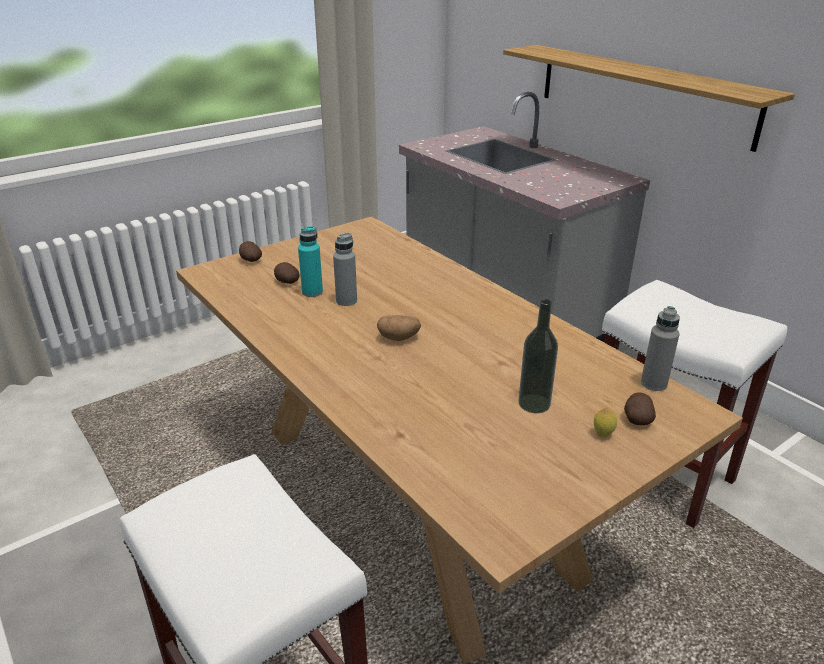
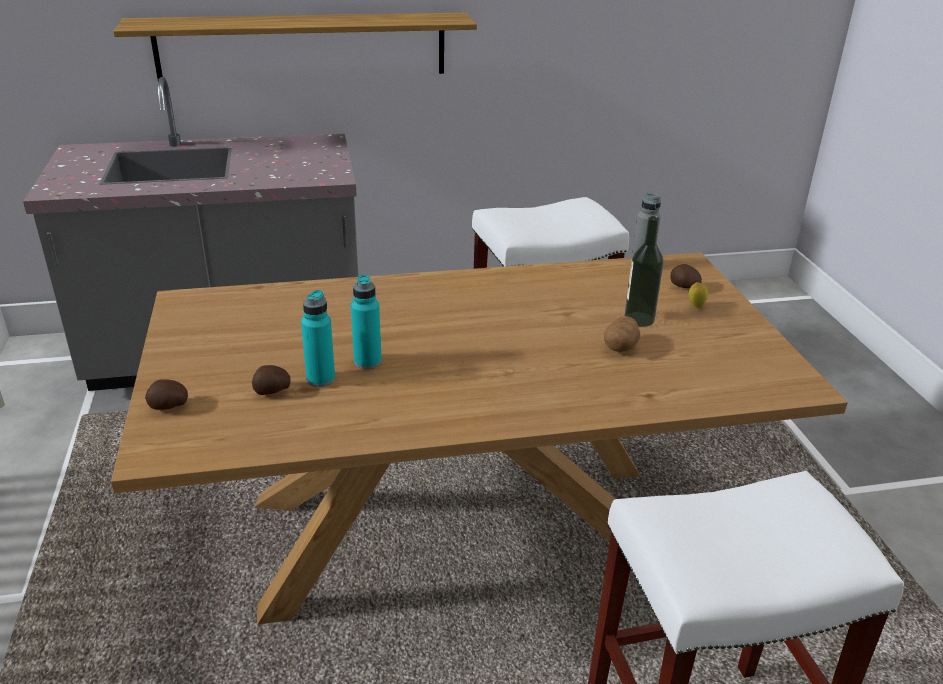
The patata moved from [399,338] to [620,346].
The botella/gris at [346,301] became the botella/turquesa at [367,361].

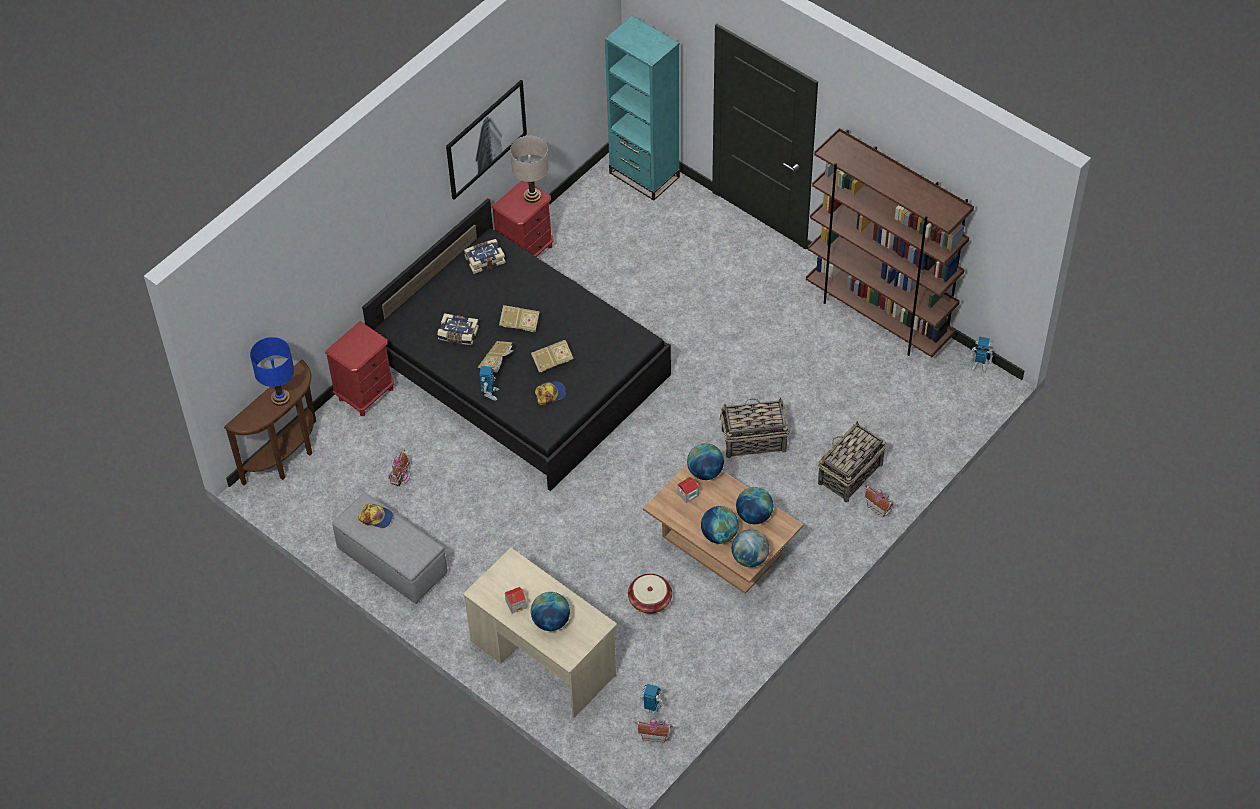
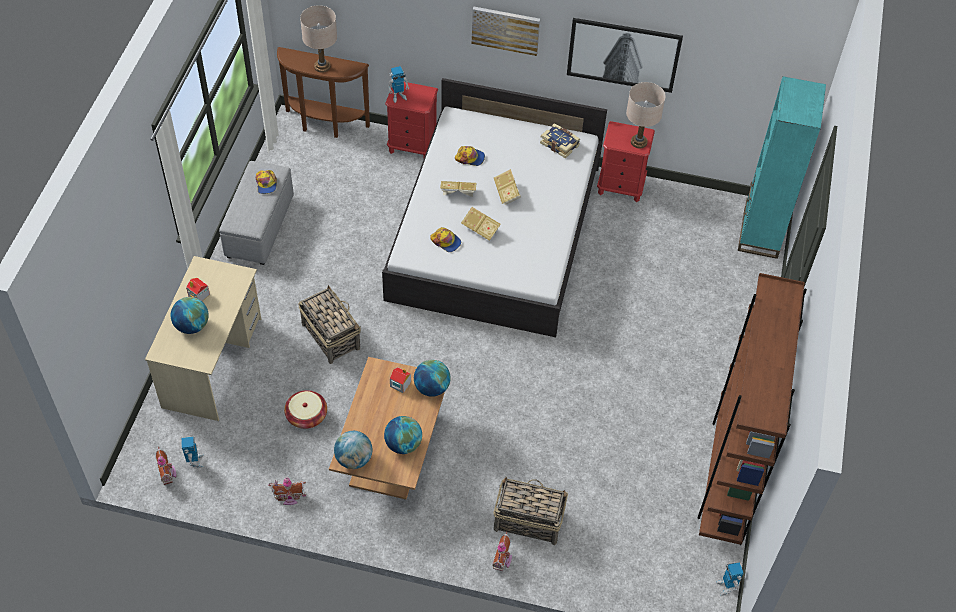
The globo terráqueo at [719,535] disappeared.
The cuadro at [505,29] appeared.
The casita moved from [401,477] to [289,498].
The robot de juguete moved from [490,393] to [398,96].
The cesta moved from [753,440] to [330,335].
The libro at [458,335] was replaced by the gorra at [470,158].
The lámpara de mesa/azul at [280,398] became the lámpara de mesa/beis at [322,67].
The cama/negro at [520,370] became the cama/blanco at [495,232].

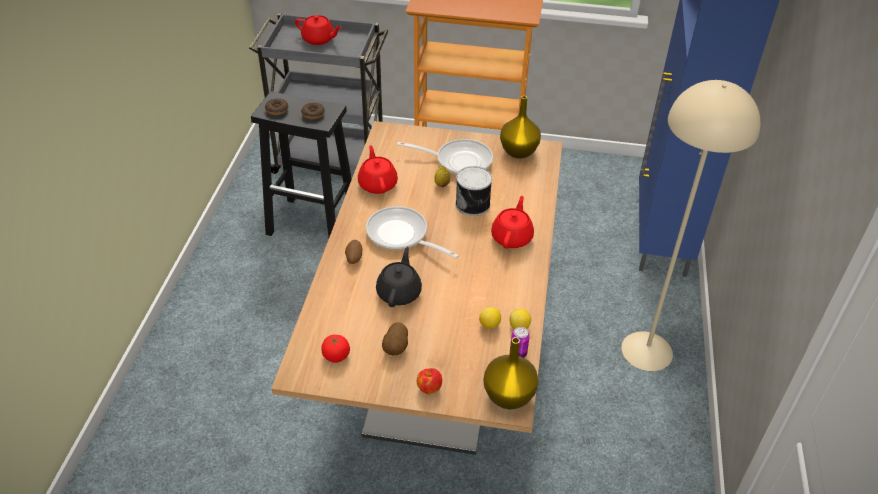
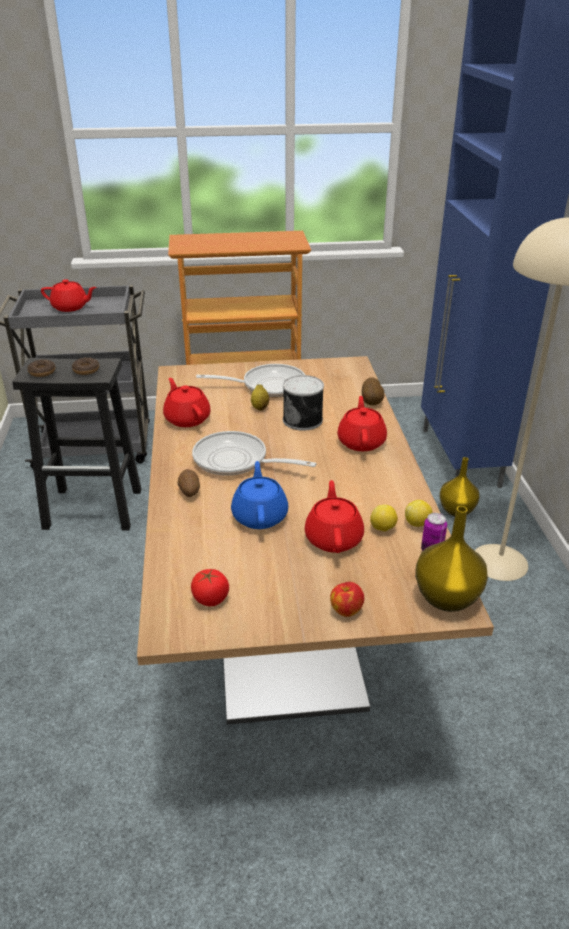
The tetera/rojo at [334,538] appeared.
The patata moved from [396,348] to [372,402].
The florero/amarillo moved from [517,152] to [456,511].
The tetera/negro at [399,292] became the tetera/azul at [260,516].

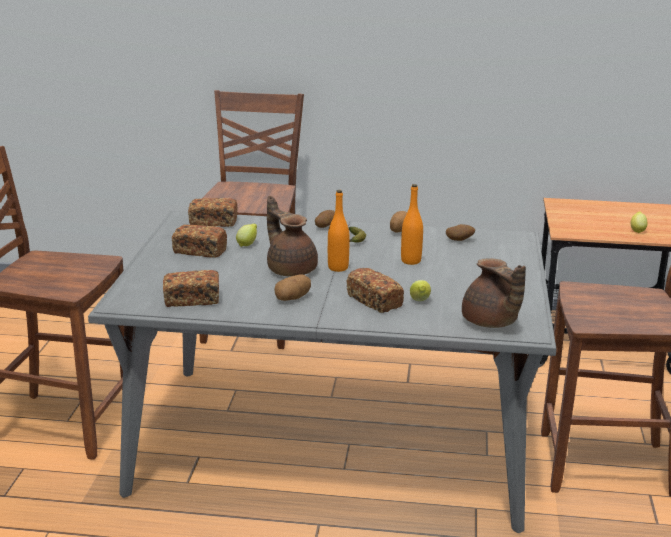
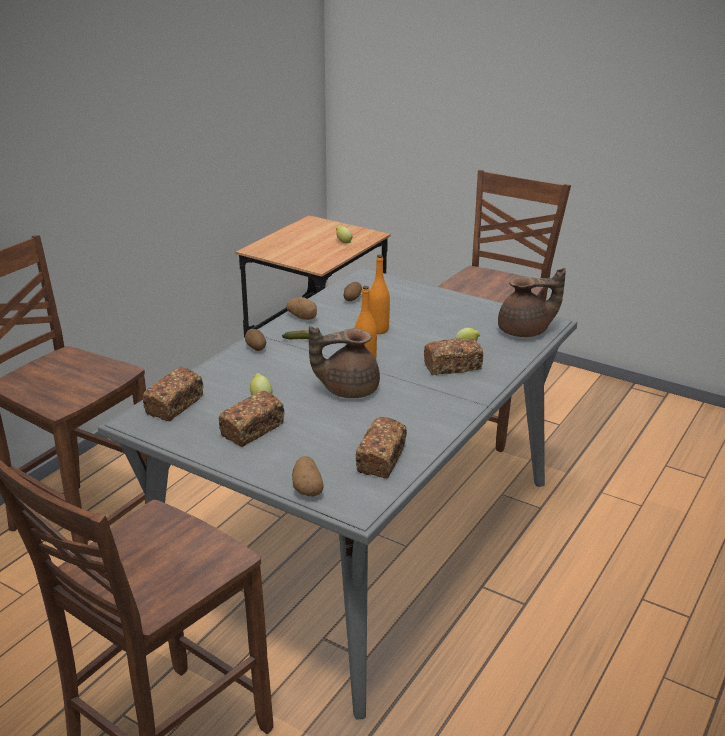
The patata moved from [292,298] to [307,488].

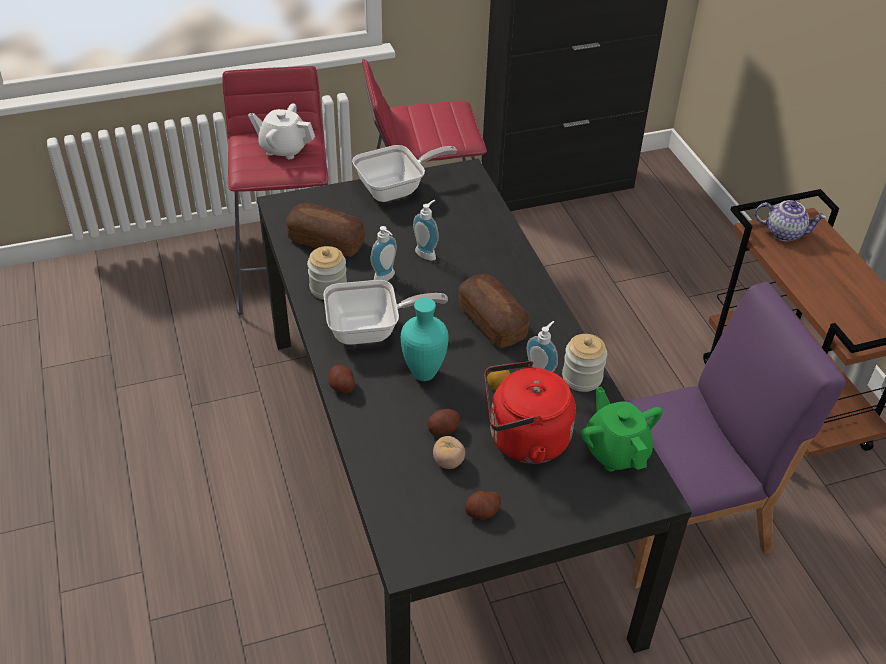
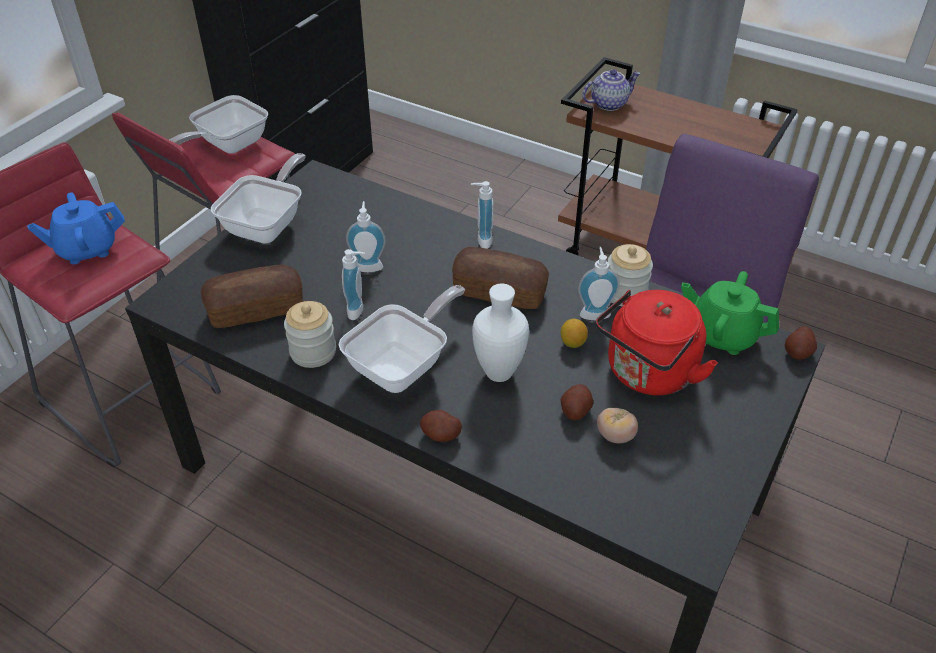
The sartén at [227,146] appeared.
The dispensador de jabón at [481,240] appeared.
The patata moved from [482,512] to [798,352].
The tetera/blanco at [284,149] became the tetera/azul at [87,249].
The florero/turquesa at [422,374] became the florero/blanco at [498,375].

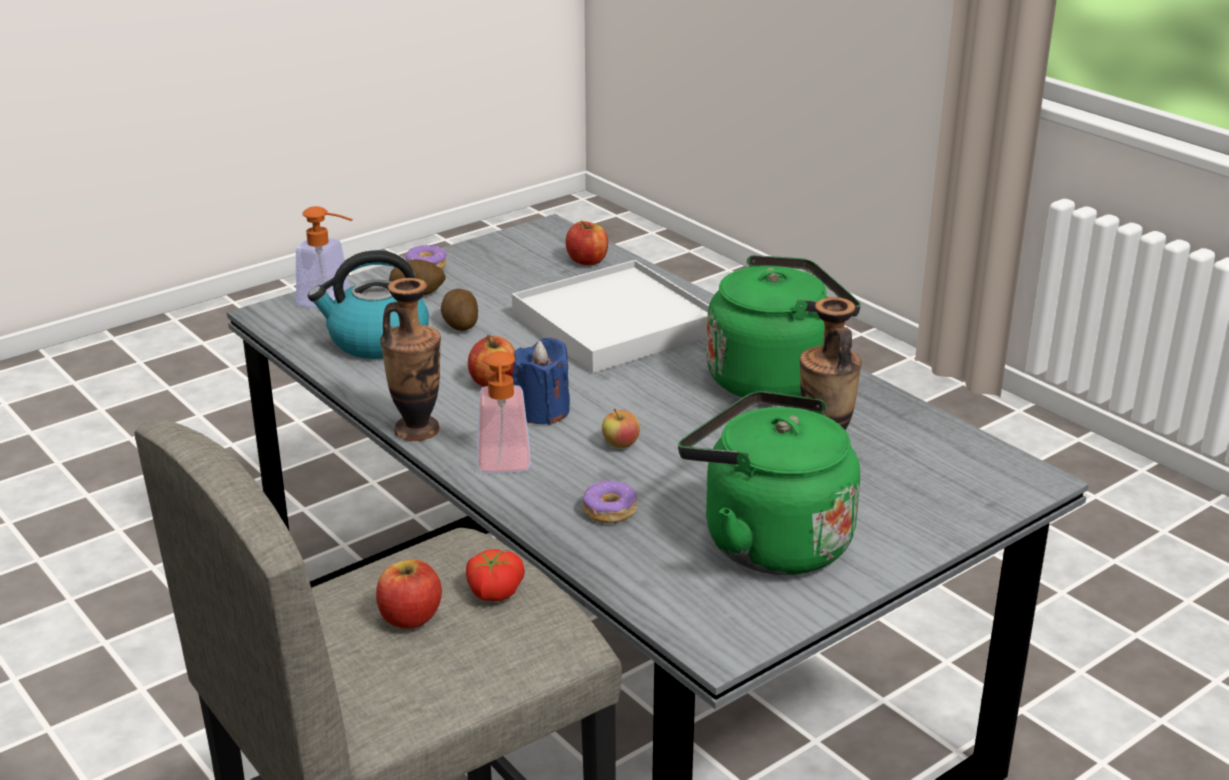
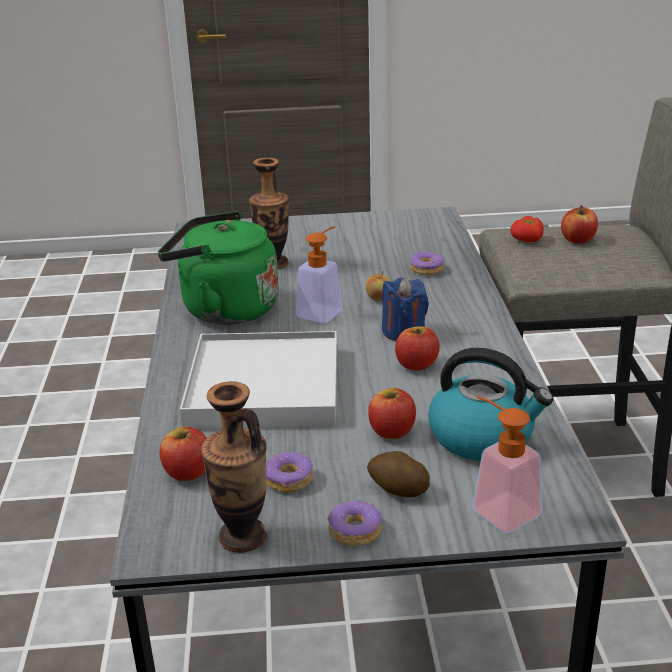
The hervidor/verde at [767,541] disappeared.
The rosquilla at [289,480] appeared.
The florero moved from [417,430] to [242,537].
The dispensador de jabón moved from [504,467] to [323,310].
The patata at [460,324] was replaced by the manzana at [392,431].

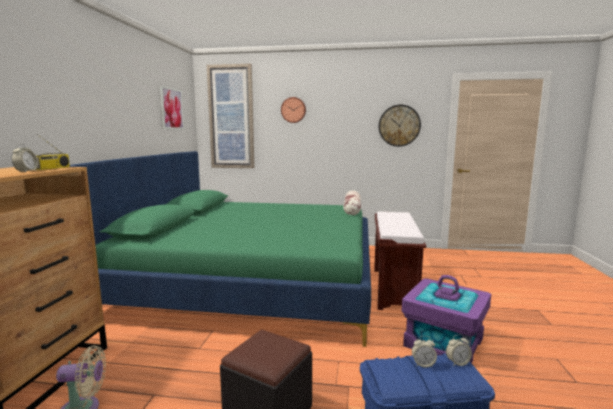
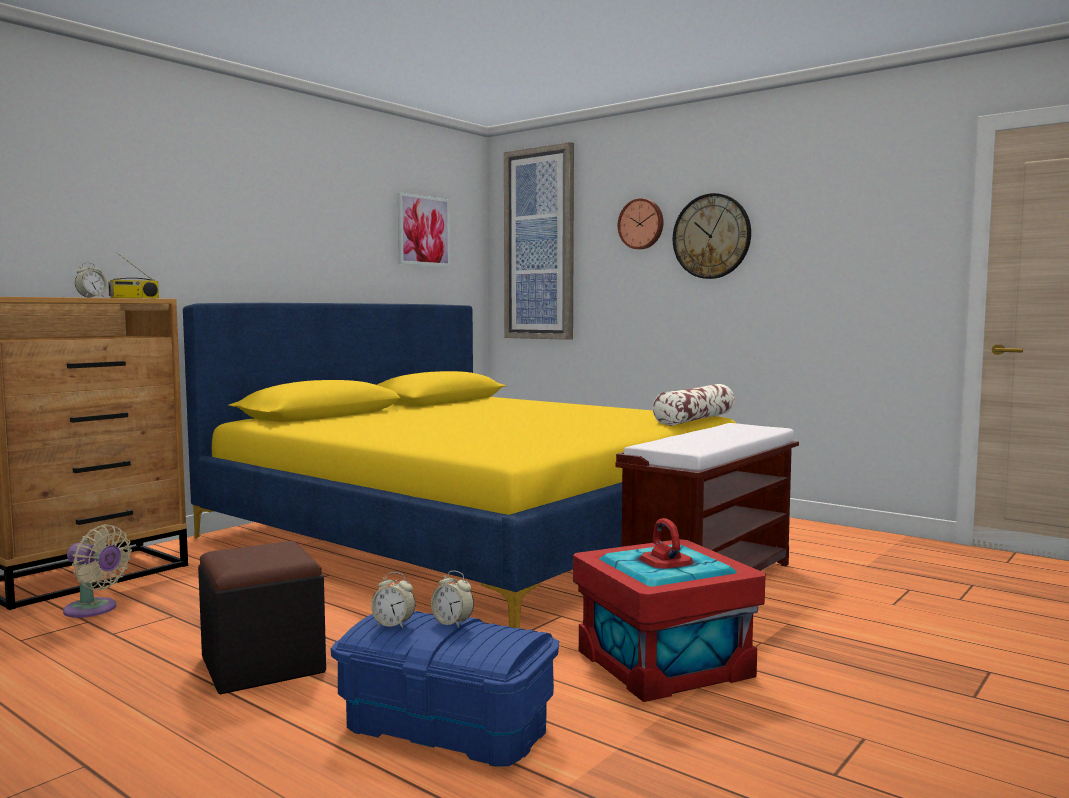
The reloj de pared moved from [399,125] to [711,236].
The despertador moved from [457,363] to [393,624].
The cama/verde at [254,280] became the cama/amarillo at [480,531].
The caja de almacenaje/morado at [443,342] became the caja de almacenaje/rojo at [663,663].

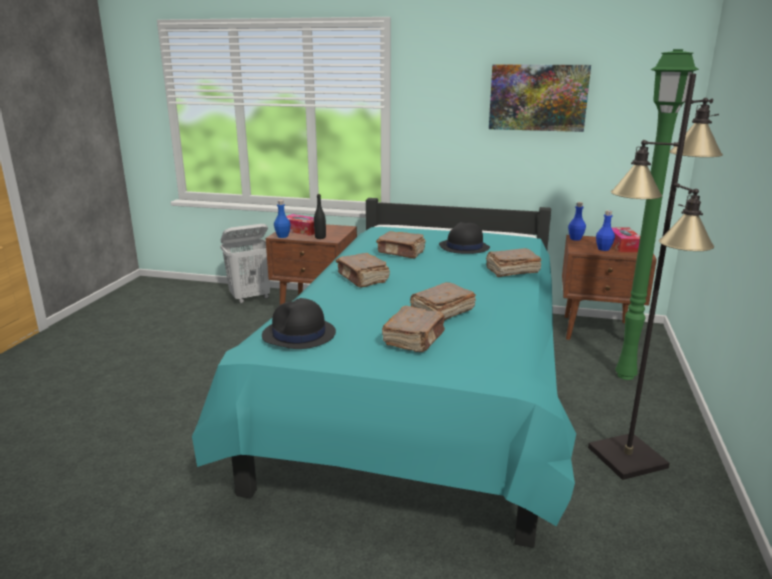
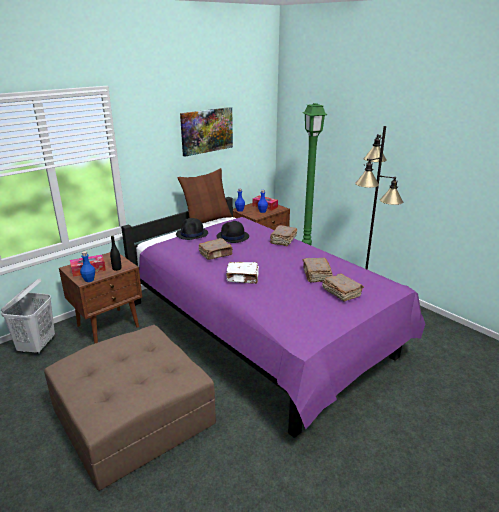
The puf/marrón at [134,416] appeared.
The cojín/marrón at [207,220] appeared.
The sombrero/negro moved from [299,335] to [192,234].
The cama/turquesa at [421,395] became the cama/morado at [260,332].
The libro/marrón at [362,278] became the libro/blanco at [243,278].

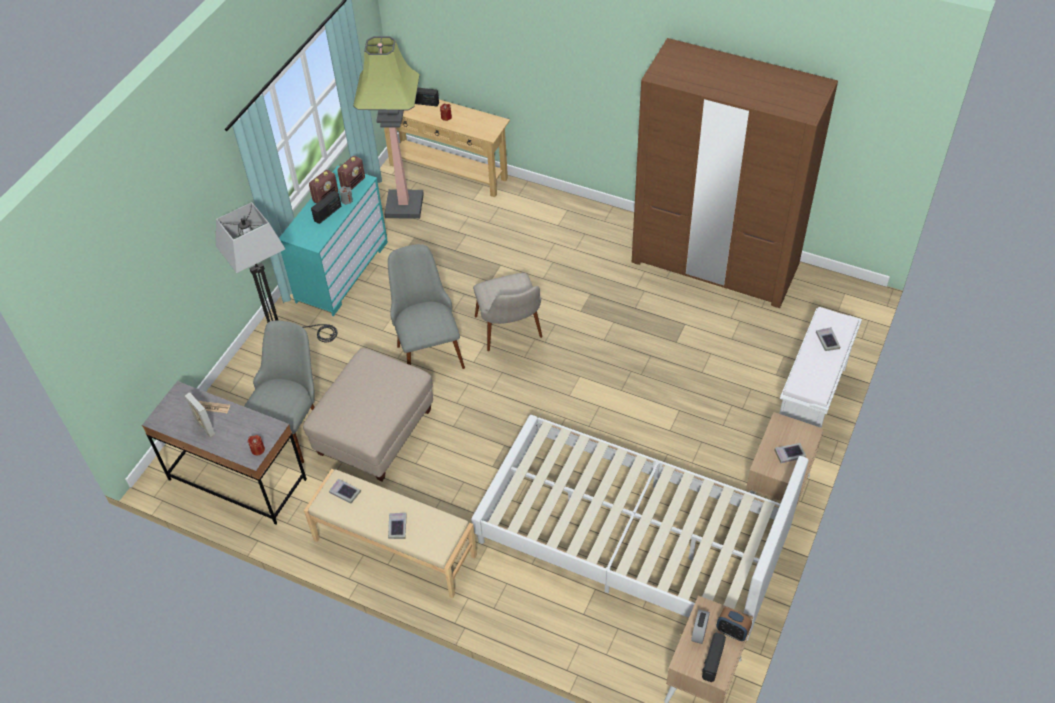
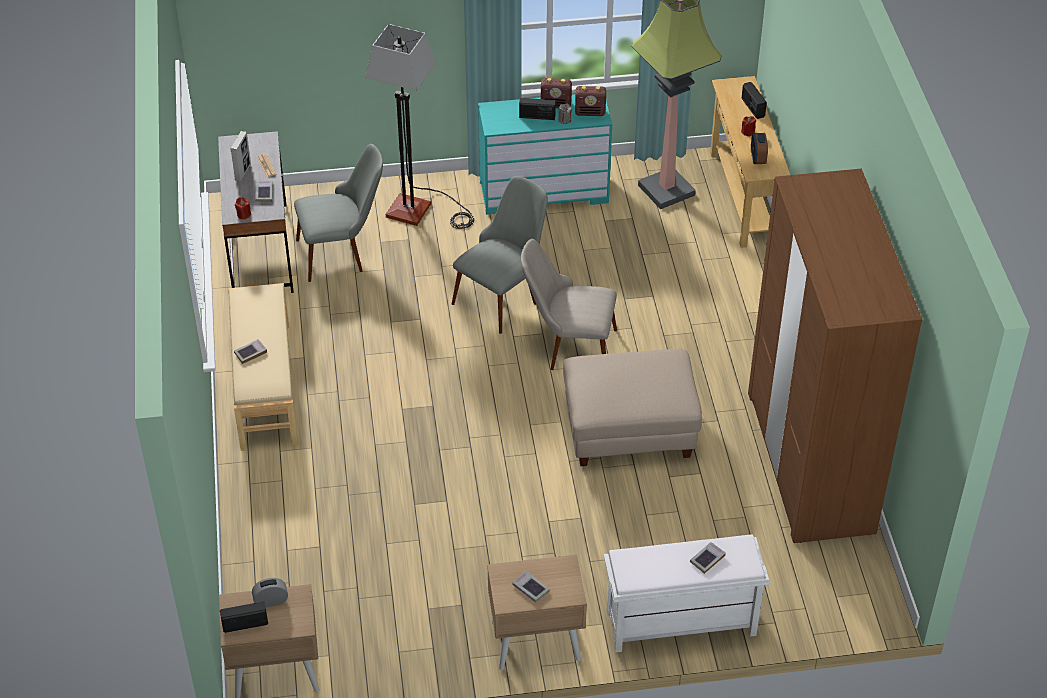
The cama/blanco at [631,539] disappeared.
The puf/beis moved from [375,432] to [629,431].
The libro moved from [345,492] to [264,193].
The despertador moved from [732,631] to [757,159].
The silla/beis at [511,335] turned 60 degrees clockwise.

